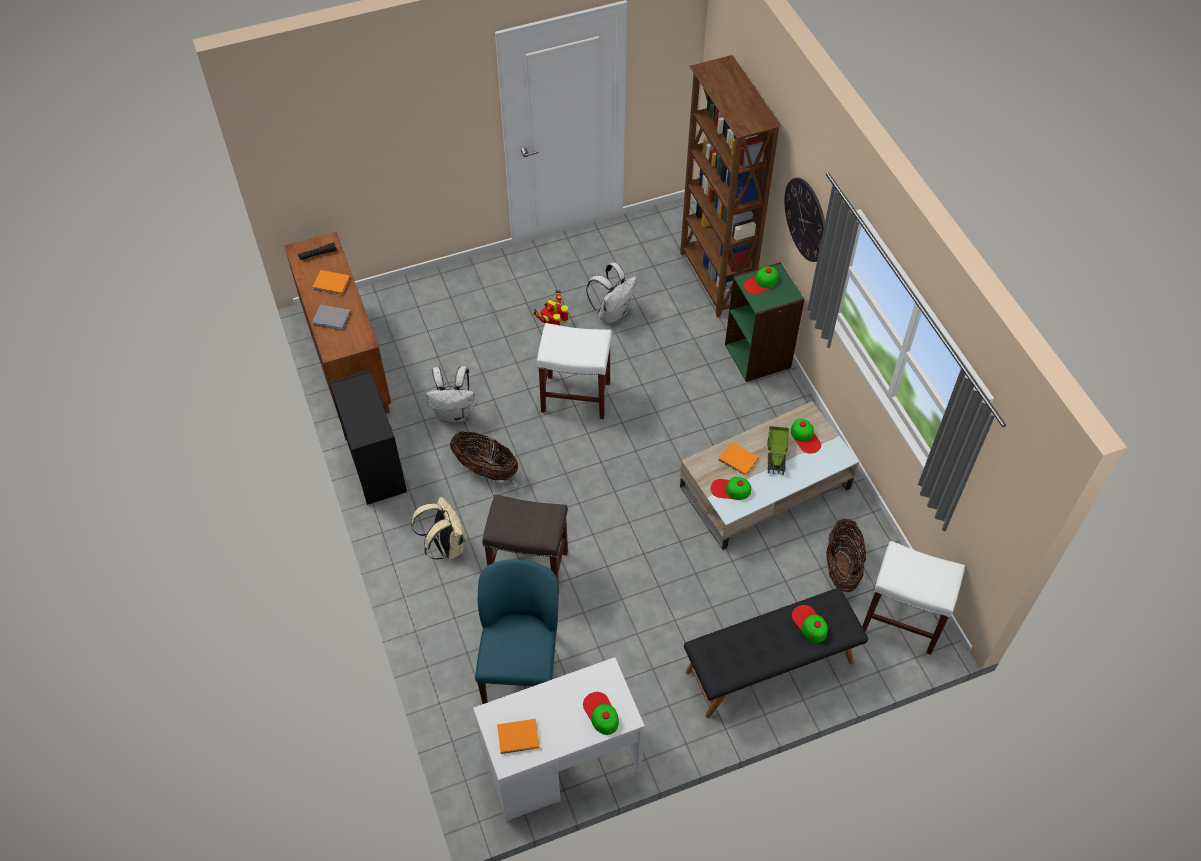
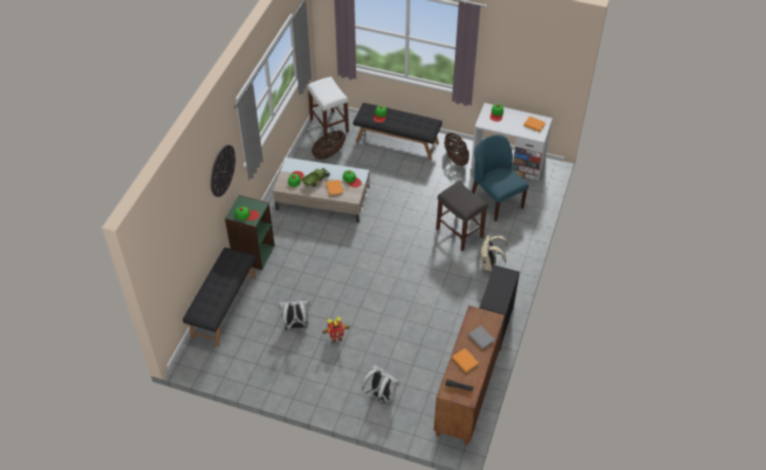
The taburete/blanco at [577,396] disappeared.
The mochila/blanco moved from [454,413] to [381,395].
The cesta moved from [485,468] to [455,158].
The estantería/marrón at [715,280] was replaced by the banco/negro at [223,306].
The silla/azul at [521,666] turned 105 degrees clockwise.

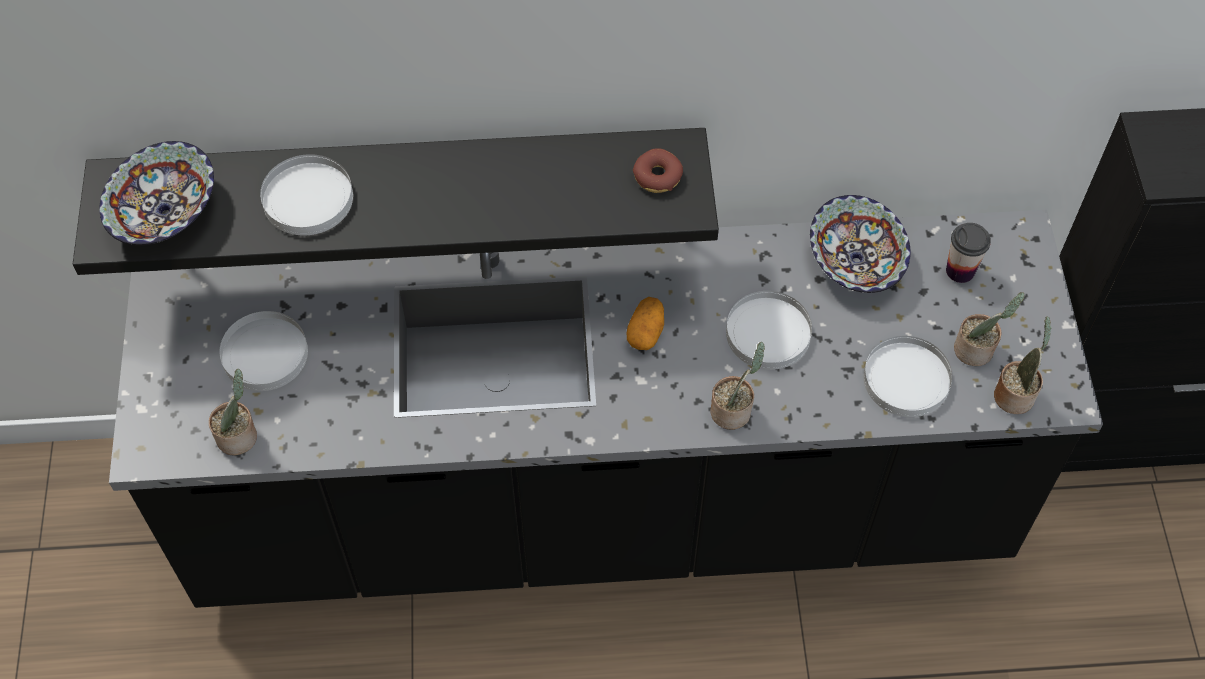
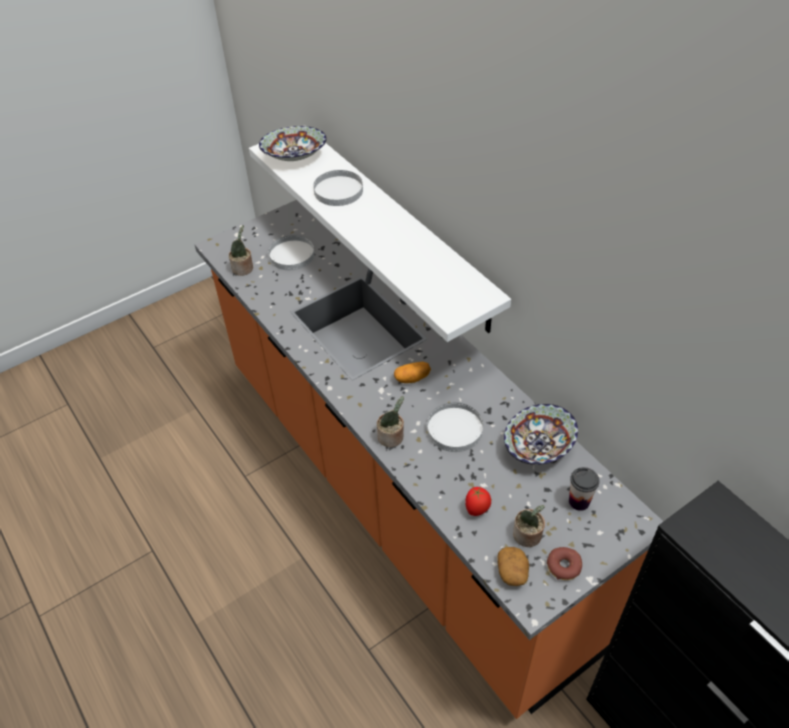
The rosquilla moved from [657,176] to [563,566].
The plato/blanco at [907,379] was replaced by the tomate at [477,509].
The planta en maceta at [1015,394] was replaced by the patata at [512,572].
The estante/negro at [403,176] became the estante/blanco at [396,226].
The mueble bajo de cocina/negro at [602,513] became the mueble bajo de cocina/naranja at [399,497].

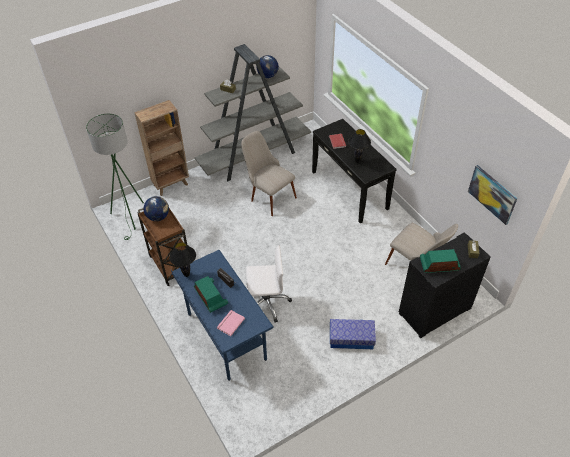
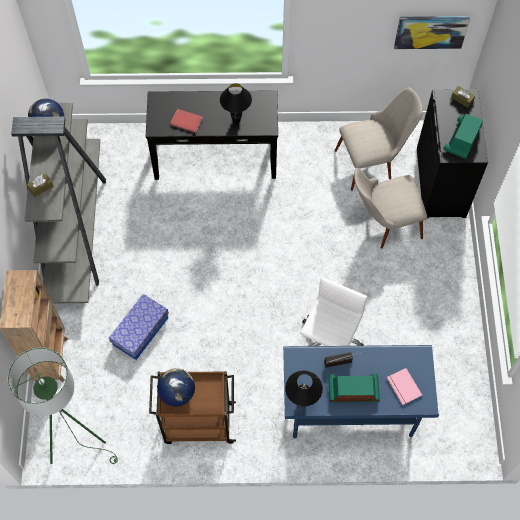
The silla/beis moved from [268,195] to [383,224].
The caja de almacenaje moved from [351,338] to [140,331].

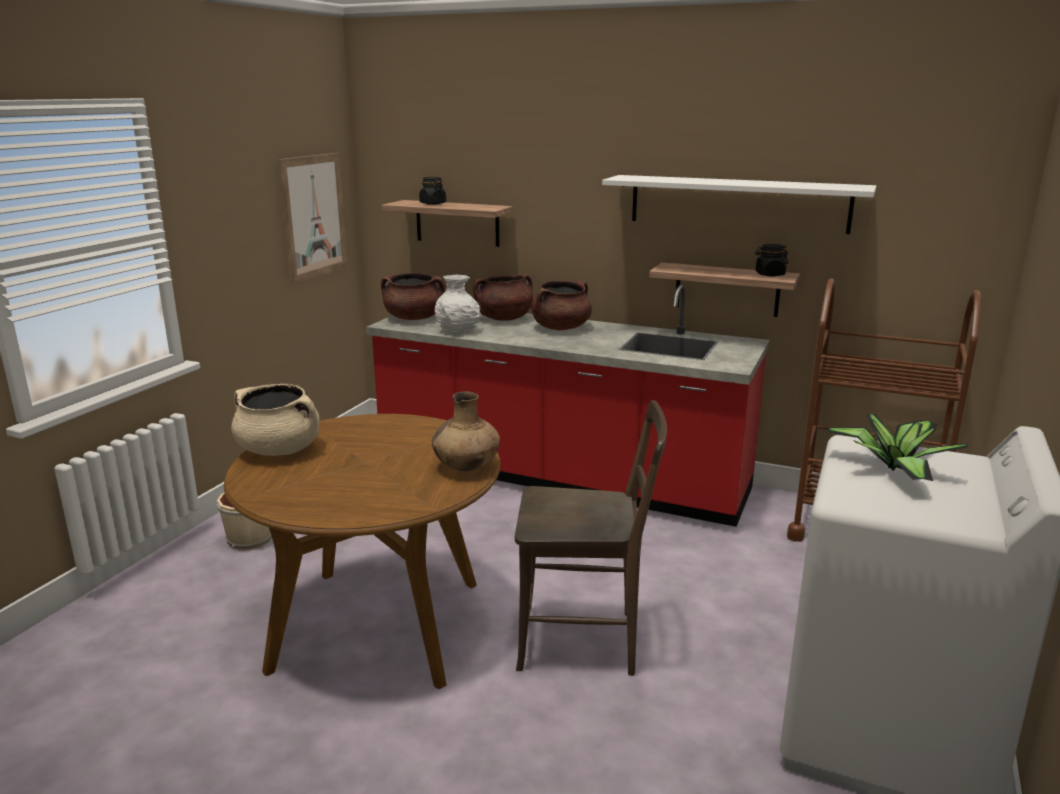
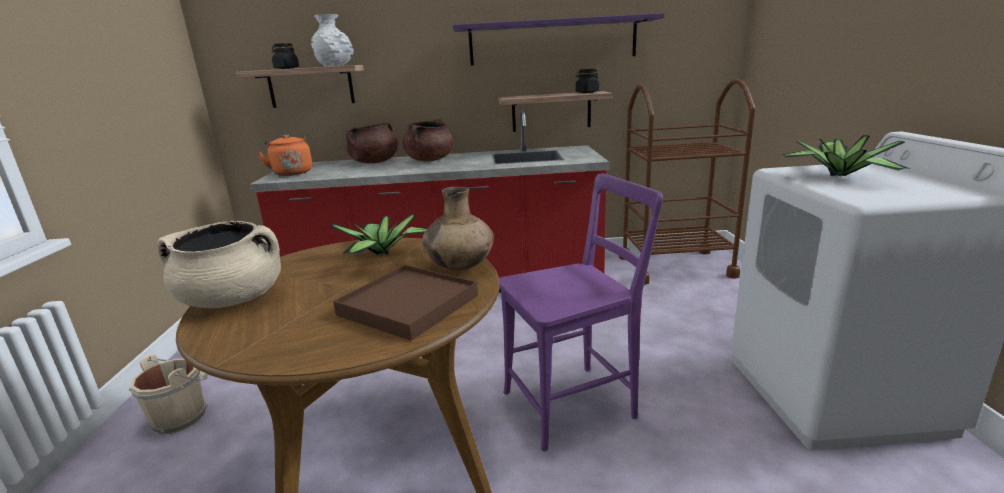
The cuadro at [314,217] disappeared.
The planta en maceta at [385,253] appeared.
The bandeja/marrón at [408,305] appeared.
The florero/blanco moved from [458,331] to [335,66].
The olla/marrón at [414,318] was replaced by the hervidor/naranja at [292,173].
The silla/marrón at [585,641] became the silla/morado at [575,403].
The estante/blanco at [738,203] became the estante/morado at [553,41].

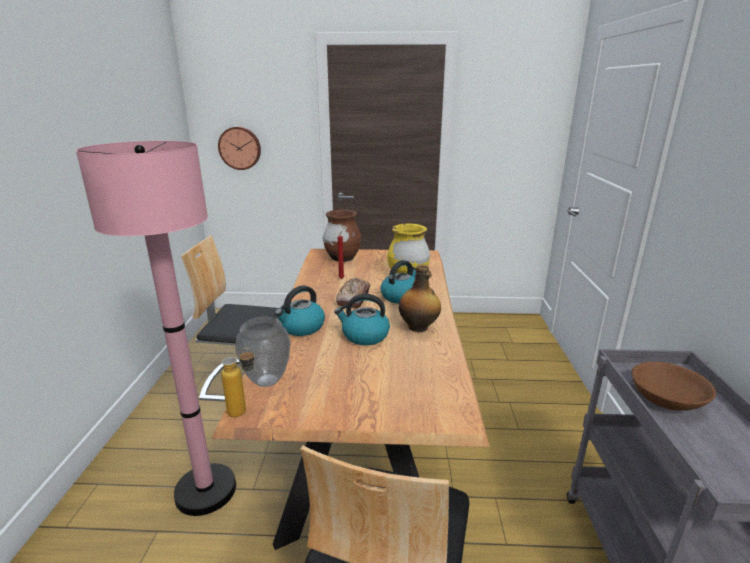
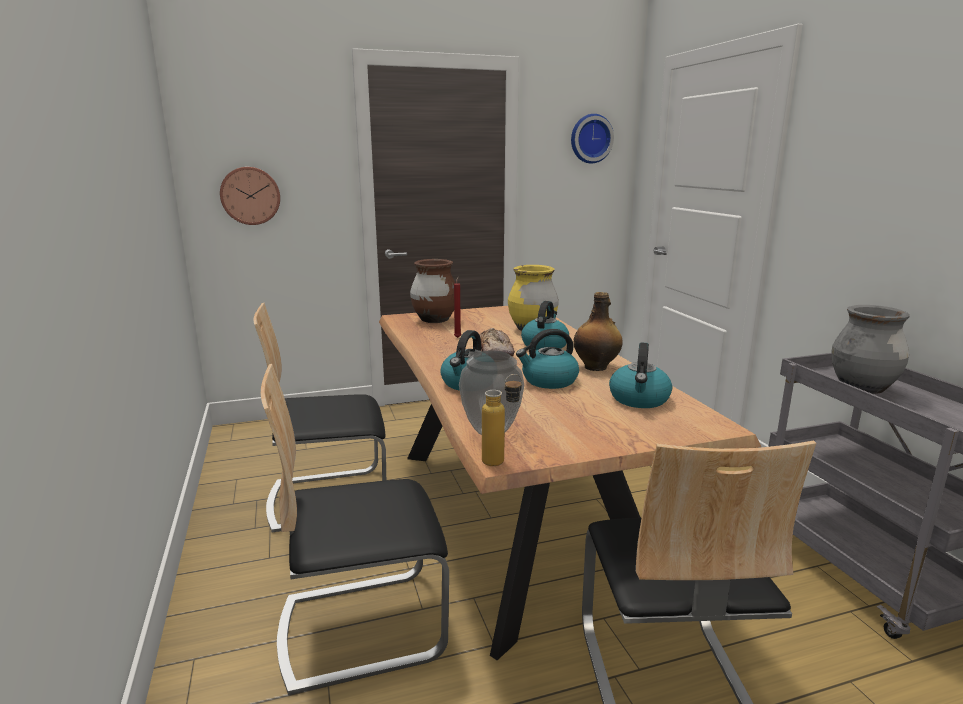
The reloj de pared at [590,139] appeared.
The hervidor at [639,399] appeared.
The lámpara de pie/rosa at [206,490] was replaced by the silla at [361,625].
The cuenco/marrón at [667,398] was replaced by the florero/gris at [862,388].

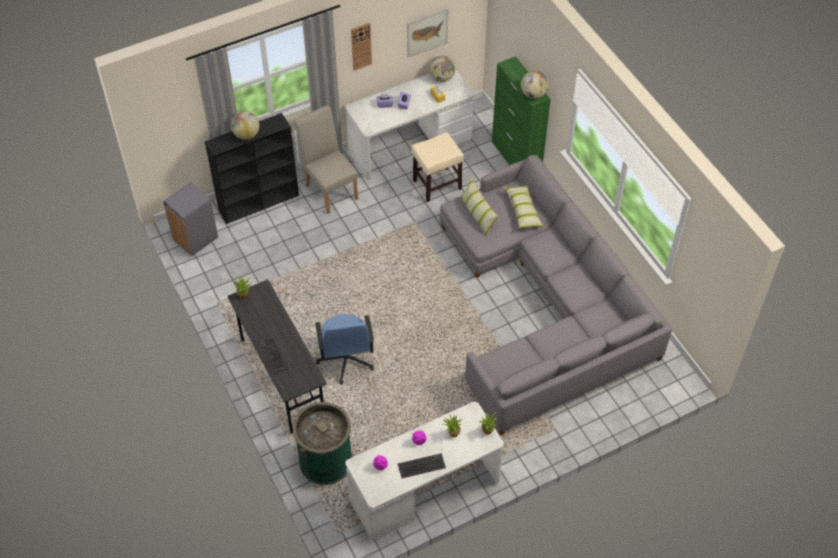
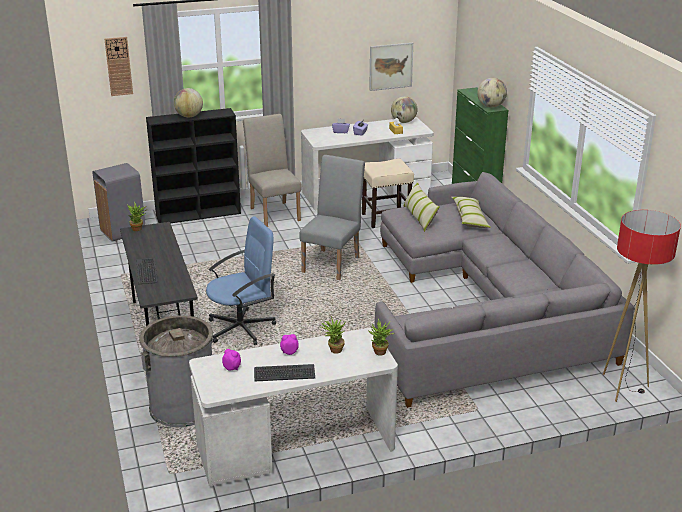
The silla/gris at [333,263] appeared.
The lámpara de pie at [622,387] appeared.
The reloj de pared moved from [361,46] to [118,66].
The papelera/verde at [326,461] became the papelera/gris at [183,406].
The silla de oficina/azul at [346,360] turned 120 degrees counterclockwise.

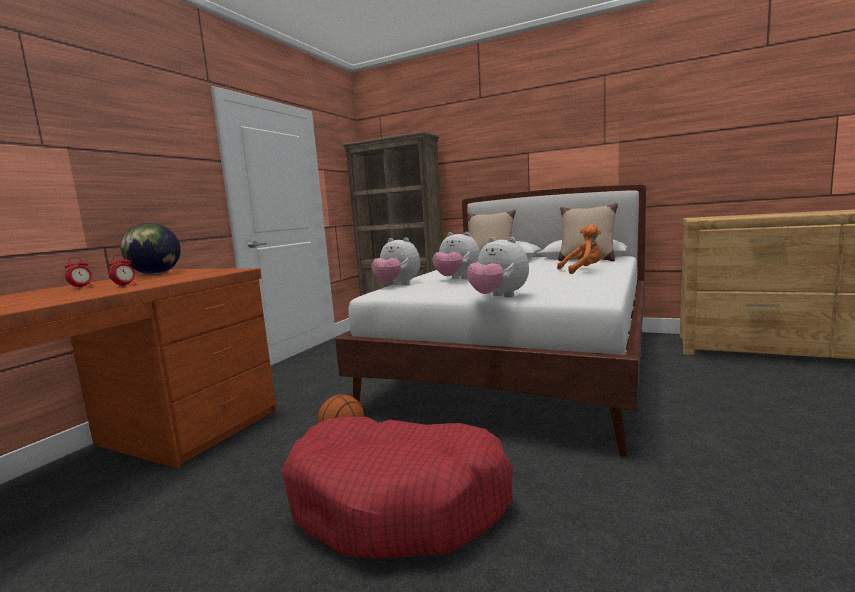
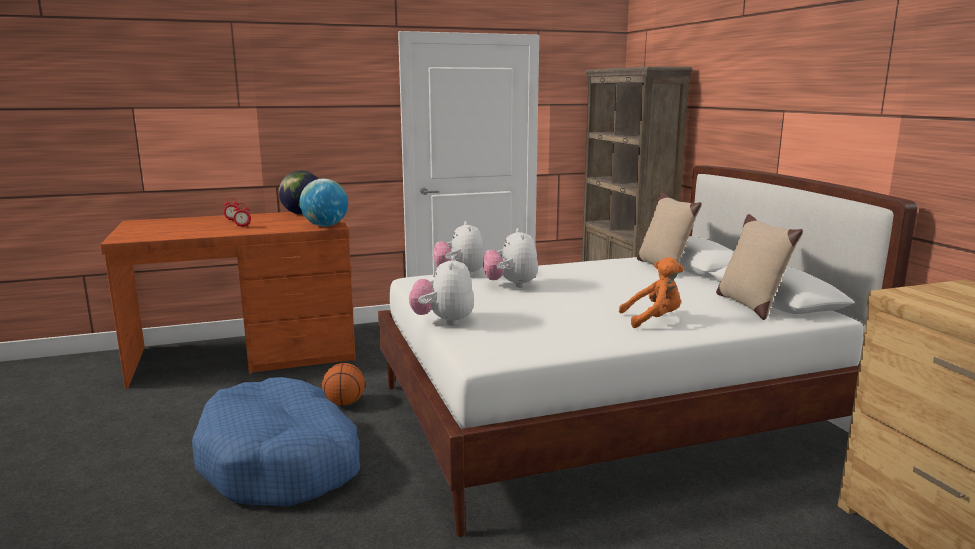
The globo terráqueo at [325,226] appeared.
The cama para perro/rojo at [399,502] became the cama para perro/azul at [281,462].
The peluche/naranja at [583,270] turned 45 degrees counterclockwise.

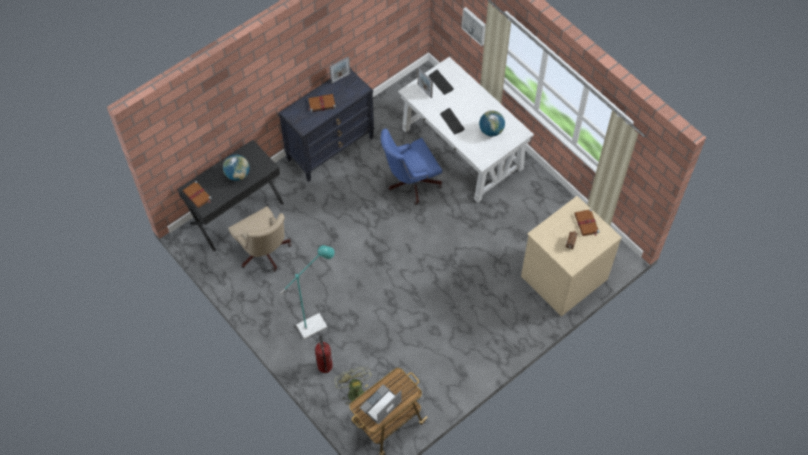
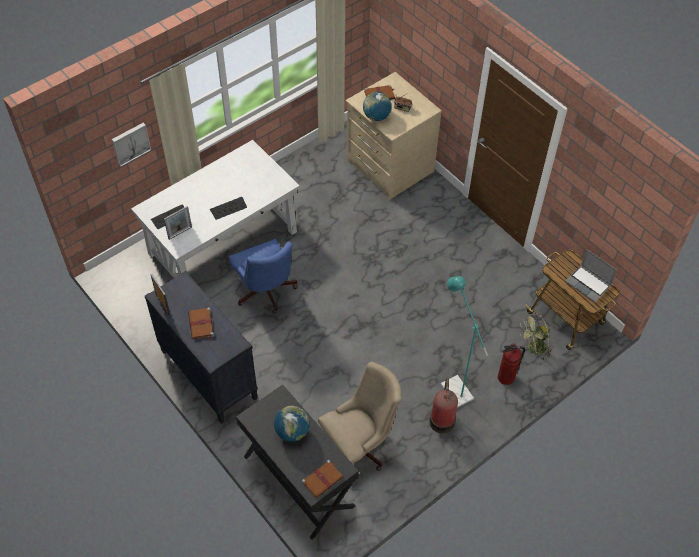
The extintor at [442,420] appeared.
The globo terráqueo moved from [491,131] to [376,116].

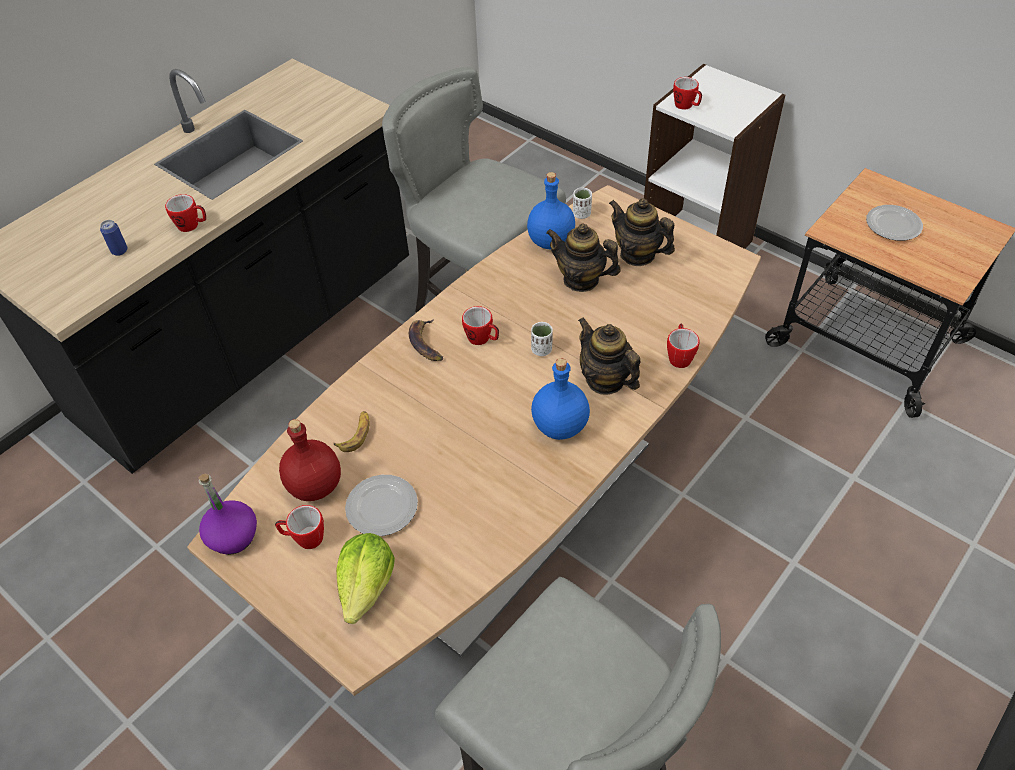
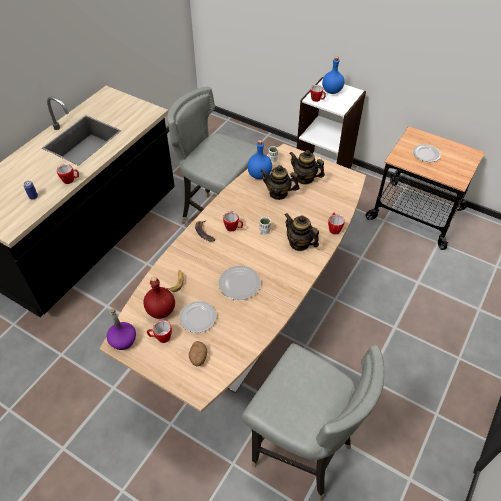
The plato at [239,283] appeared.
The botella/azul moved from [559,426] to [331,91].
The lechuga at [368,587] was replaced by the patata at [198,358].

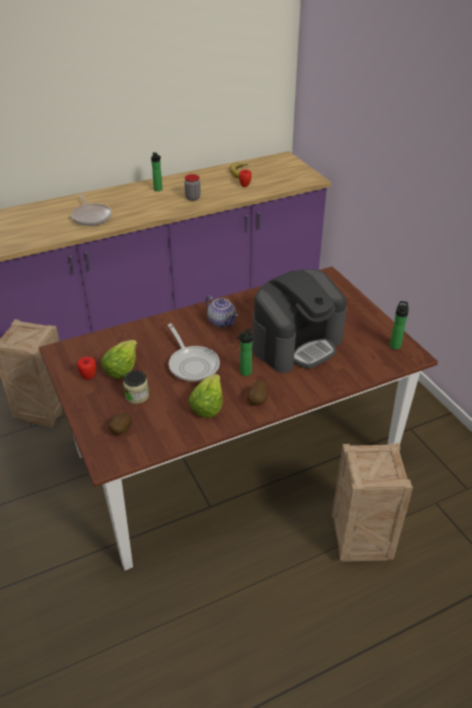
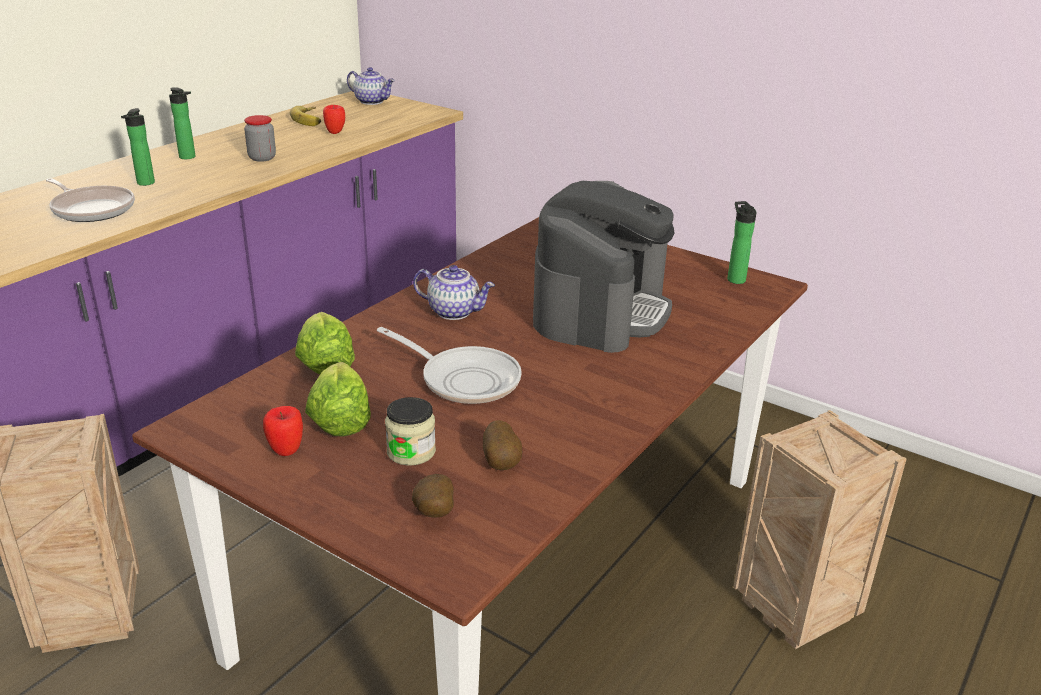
The tetera at [372,101] appeared.
The lechuga moved from [207,405] to [325,362].
The botella moved from [244,373] to [144,184].
The patata moved from [258,401] to [502,463].

